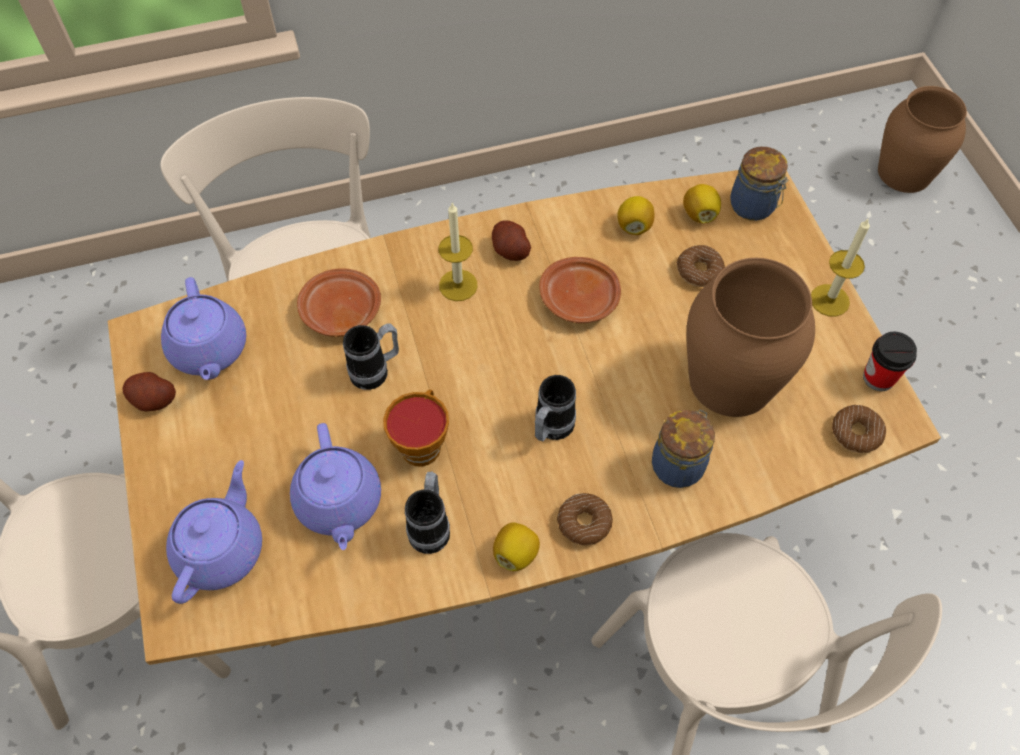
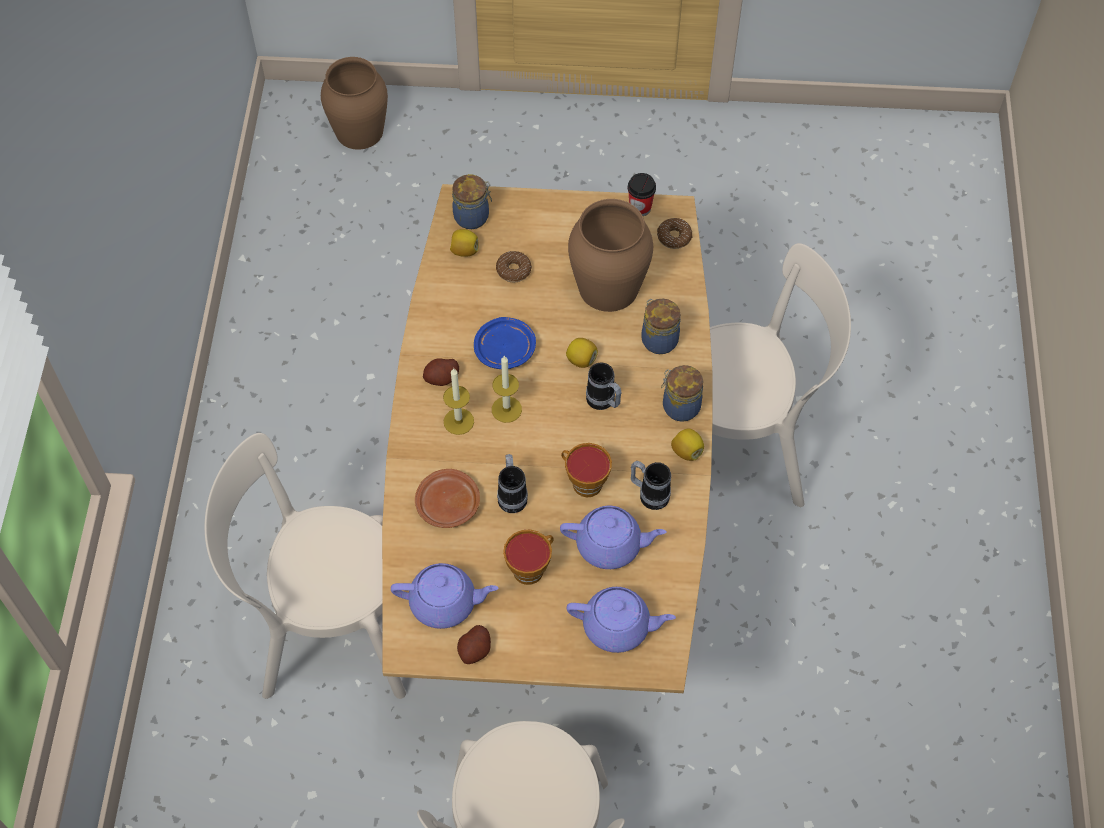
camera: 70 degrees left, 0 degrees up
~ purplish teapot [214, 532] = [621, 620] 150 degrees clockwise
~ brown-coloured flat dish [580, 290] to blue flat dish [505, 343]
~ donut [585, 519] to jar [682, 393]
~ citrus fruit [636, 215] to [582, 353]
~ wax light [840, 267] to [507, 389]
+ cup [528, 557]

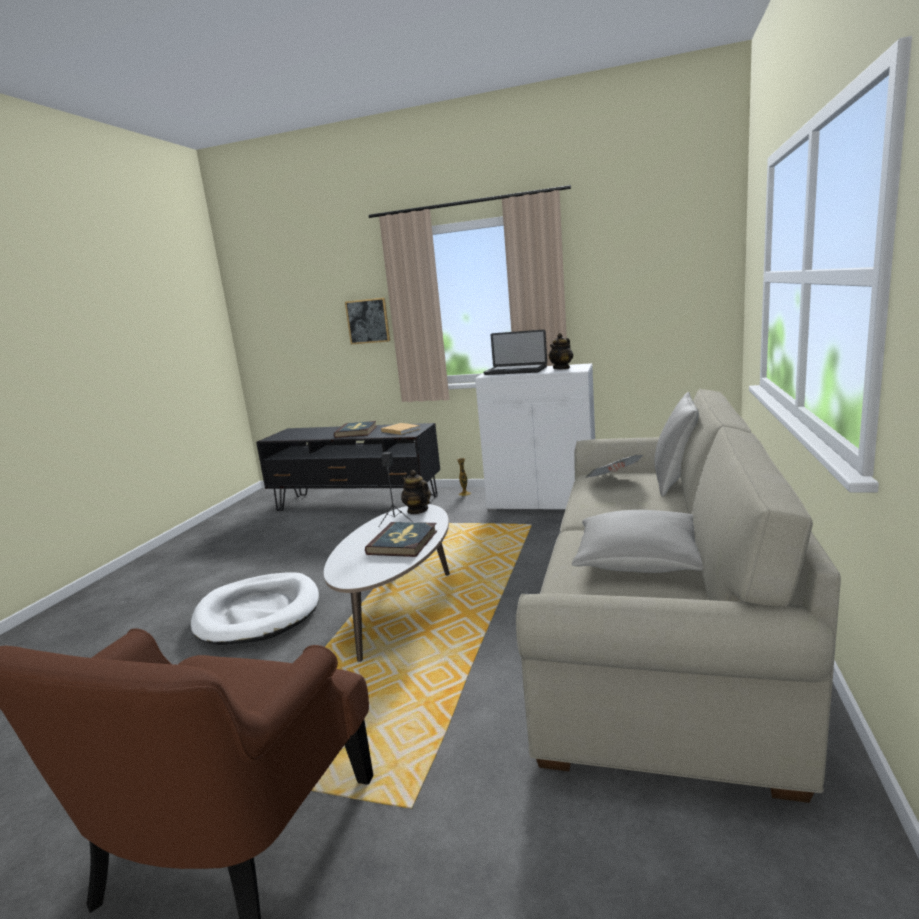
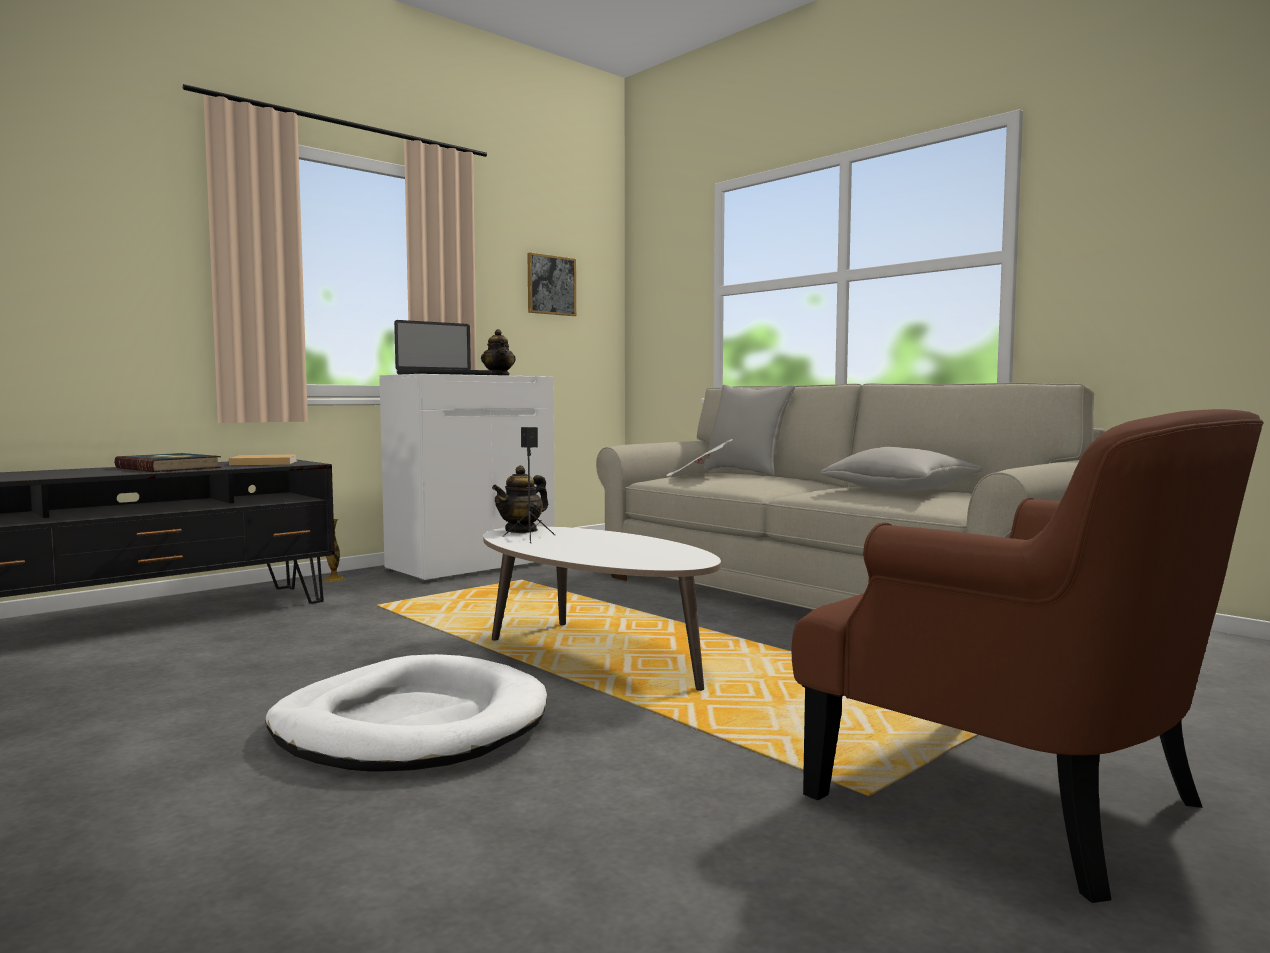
camera: 60 degrees left, 10 degrees down
~ wall picture [367, 321] to [551, 284]
- bound book [401, 539]
~ teapot [416, 492] = [520, 499] 45 degrees counterclockwise

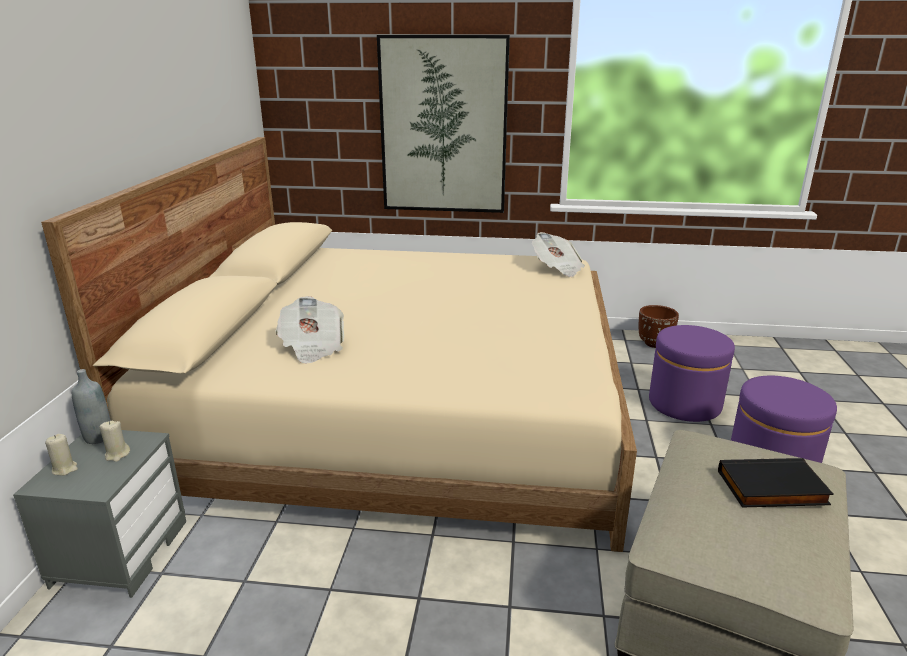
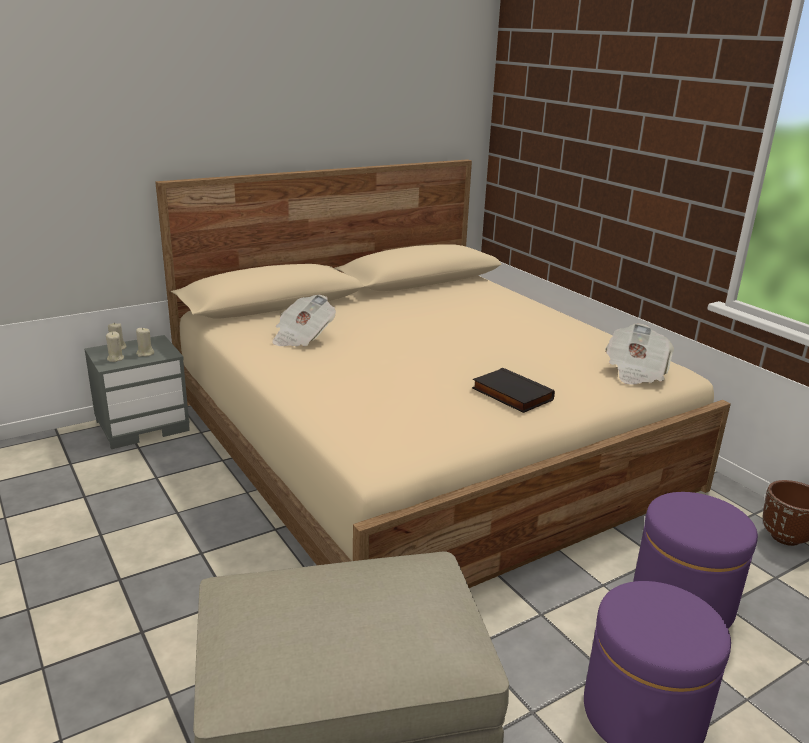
camera: 50 degrees right, 0 degrees up
- grey drink bottle [91, 406]
- wall picture [443, 124]
~ black bound book [776, 482] to [513, 390]
+ beige wax light [115, 347]

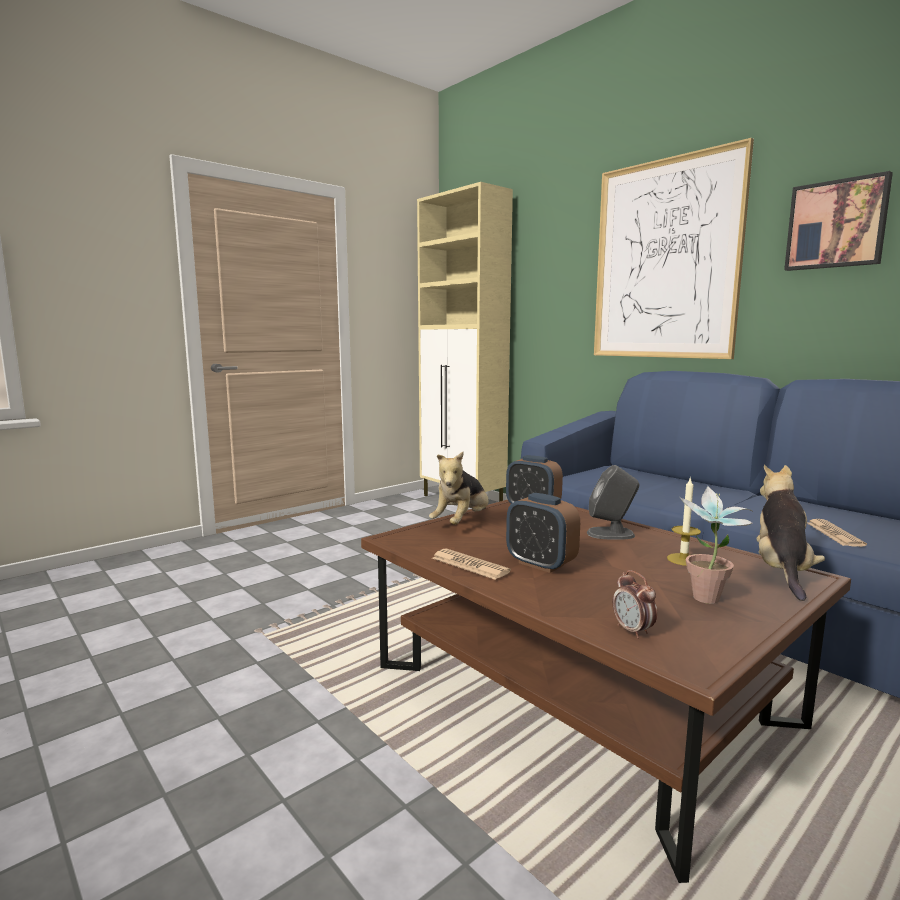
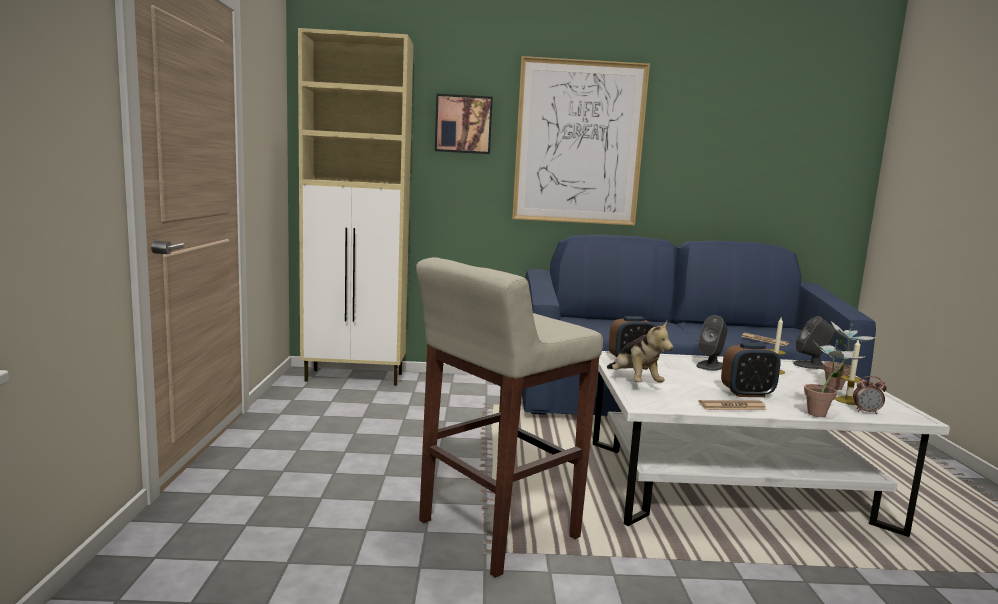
camera: 50 degrees left, 0 degrees up
~ brown-coloured coffee table [606, 691] to whitish coffee table [771, 444]
~ soft toy [791, 533] to grey speaker [814, 342]
~ wall picture [838, 221] to [464, 123]
+ beige stool [509, 417]
+ plant in a pot [834, 378]
+ wax light [848, 372]

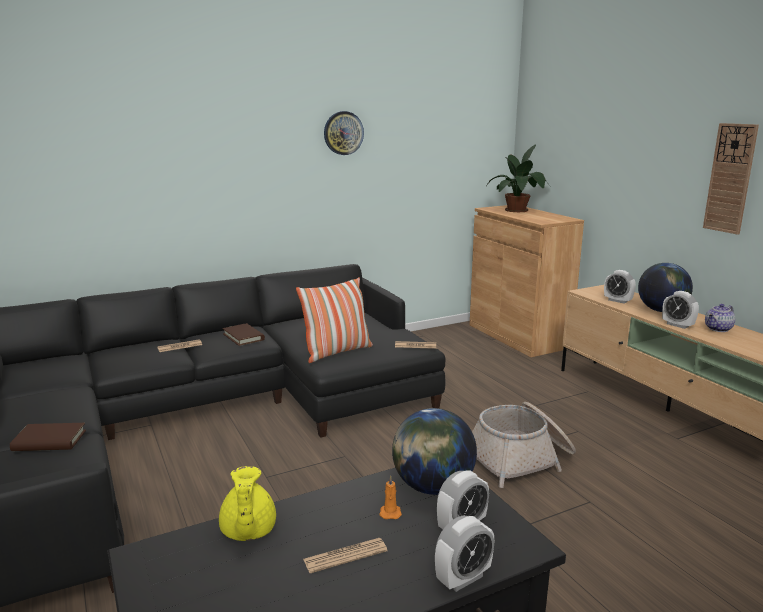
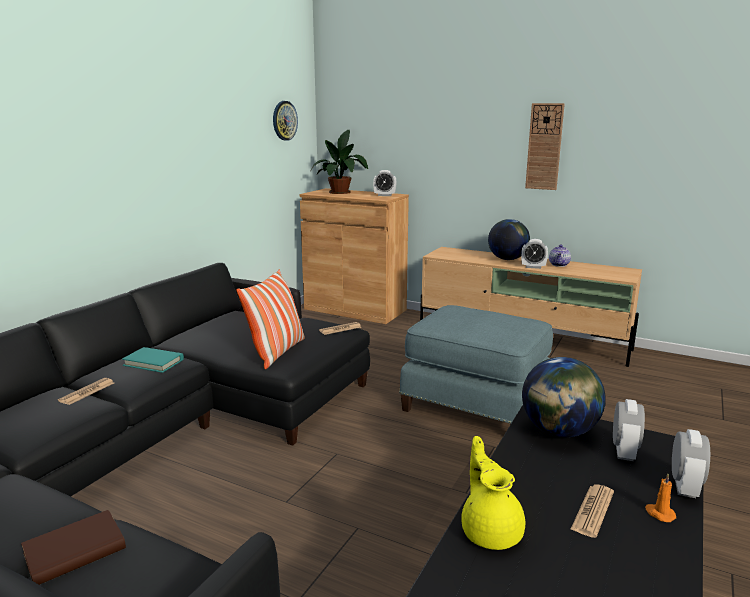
camera: 35 degrees left, 0 degrees up
~ yellowish teapot [247, 503] = [493, 493] 150 degrees counterclockwise
~ brown-coloured bound book [244, 334] to turquoise bound book [153, 360]
~ hanging clock [344, 133] to [285, 121]
~ orangey wax light [390, 497] to [660, 497]
~ basket [524, 445] to blue pouffe [476, 365]
~ bedside clock [620, 287] to [385, 183]

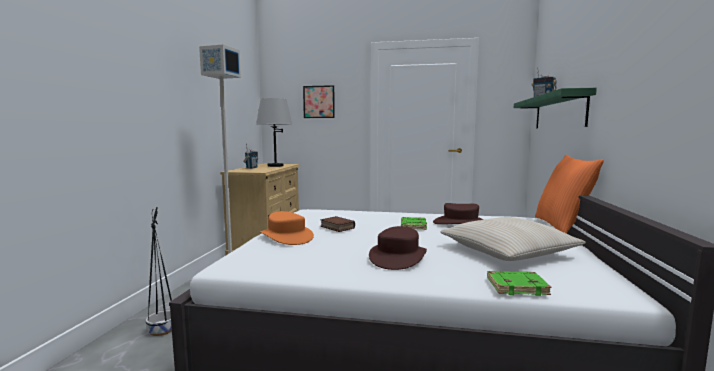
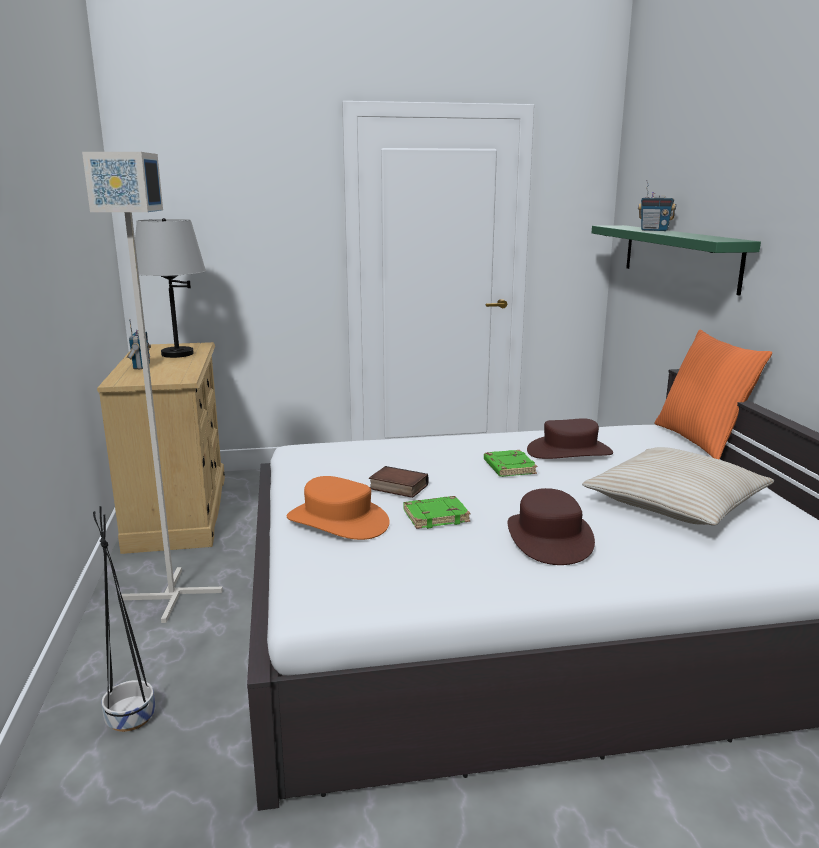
camera: 20 degrees left, 10 degrees up
- wall picture [319, 101]
~ green bound book [519, 283] to [437, 512]

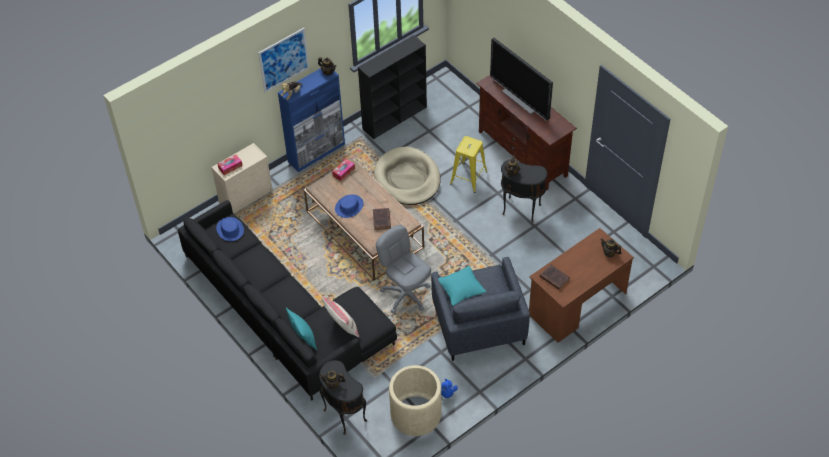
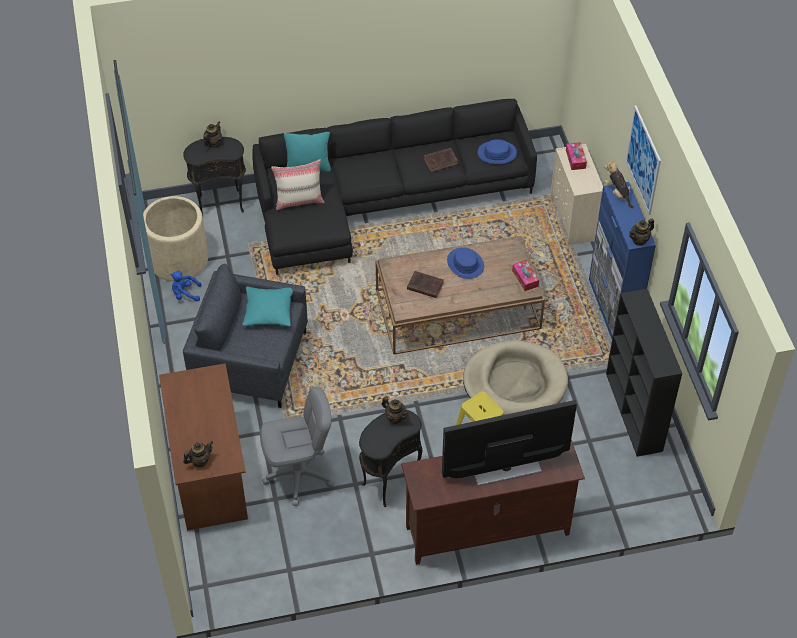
camera: 115 degrees right, 0 degrees up
~ grey computer chair [403, 269] to [297, 446]
~ brown-coloured bound book [555, 277] to [440, 160]

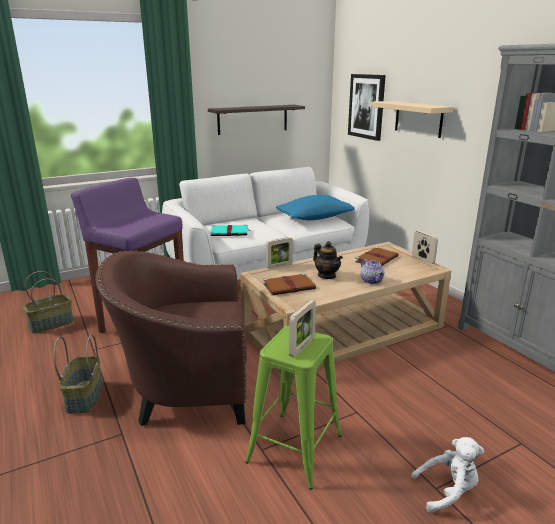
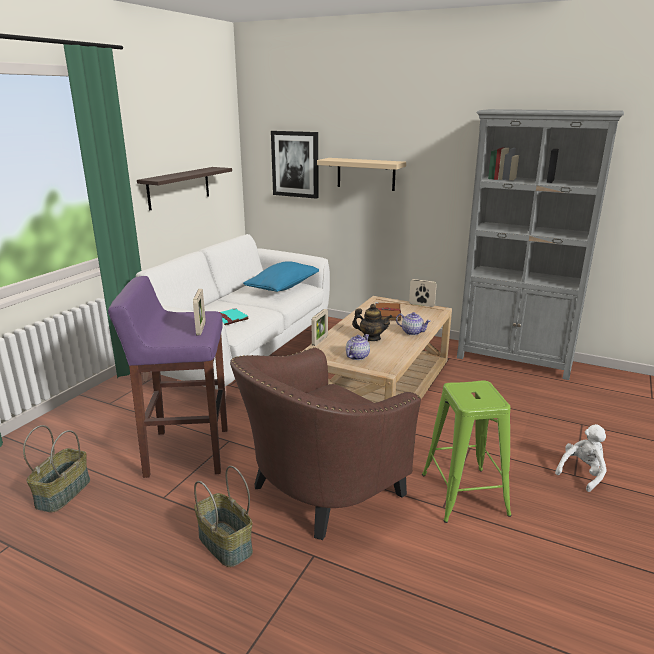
camera: 35 degrees left, 0 degrees up
~ brown-coloured bound book [289, 284] to teapot [358, 347]
~ standing frame [302, 328] to [199, 312]

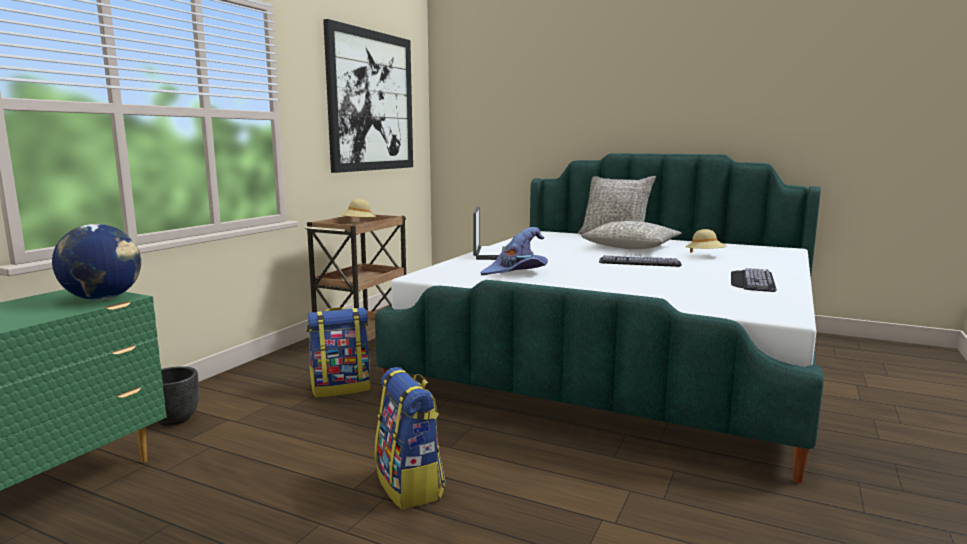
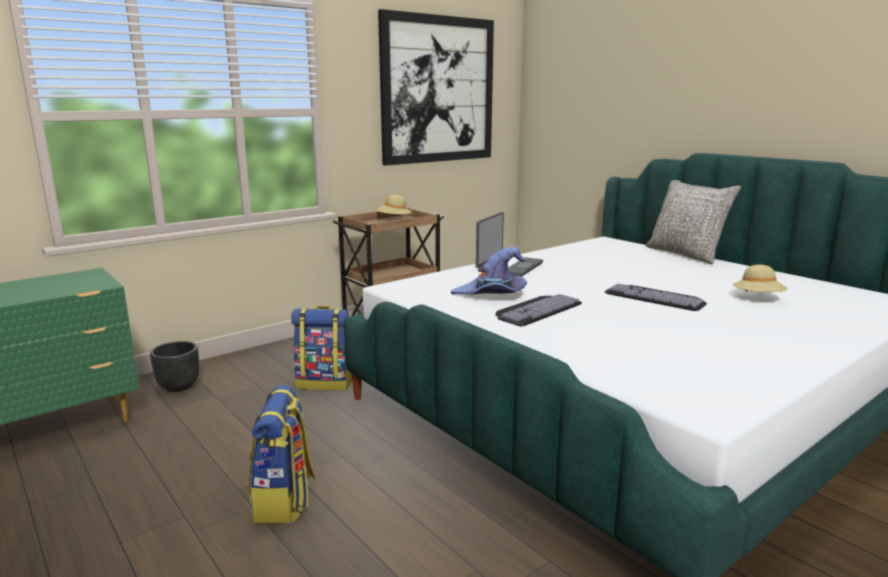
camera: 25 degrees right, 5 degrees up
- world globe [96, 262]
- grey cushion [631, 235]
~ keyboard [754, 280] to [538, 310]

